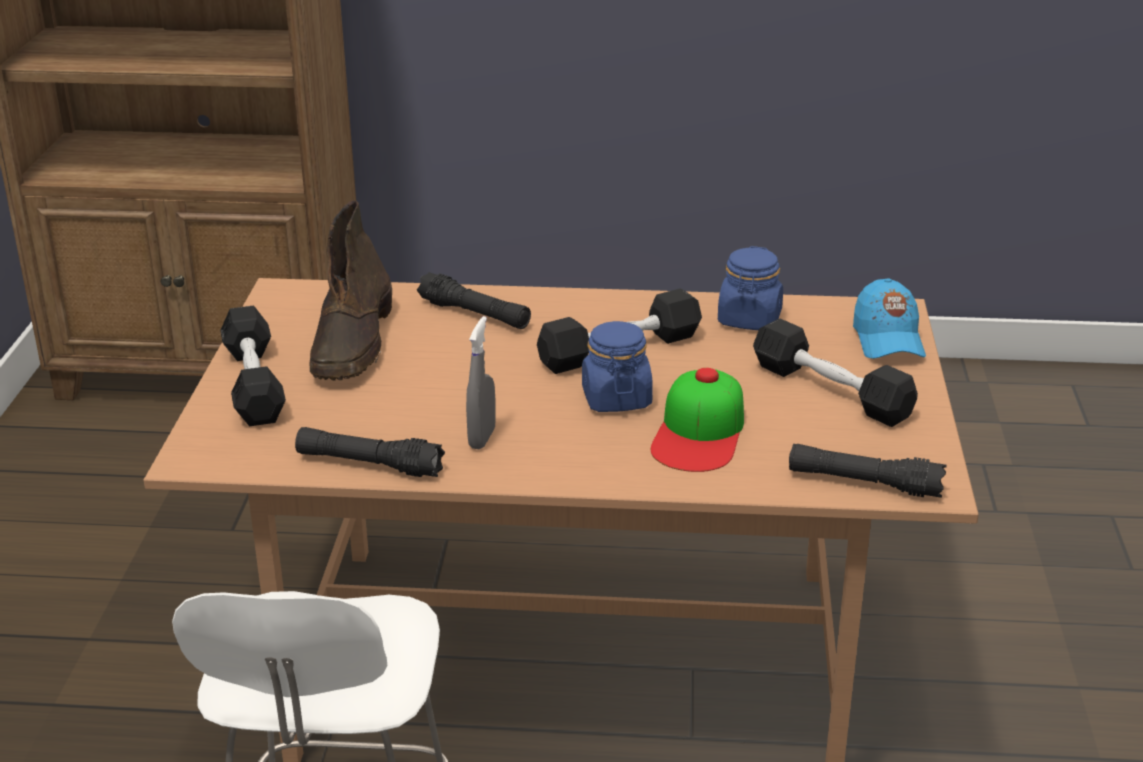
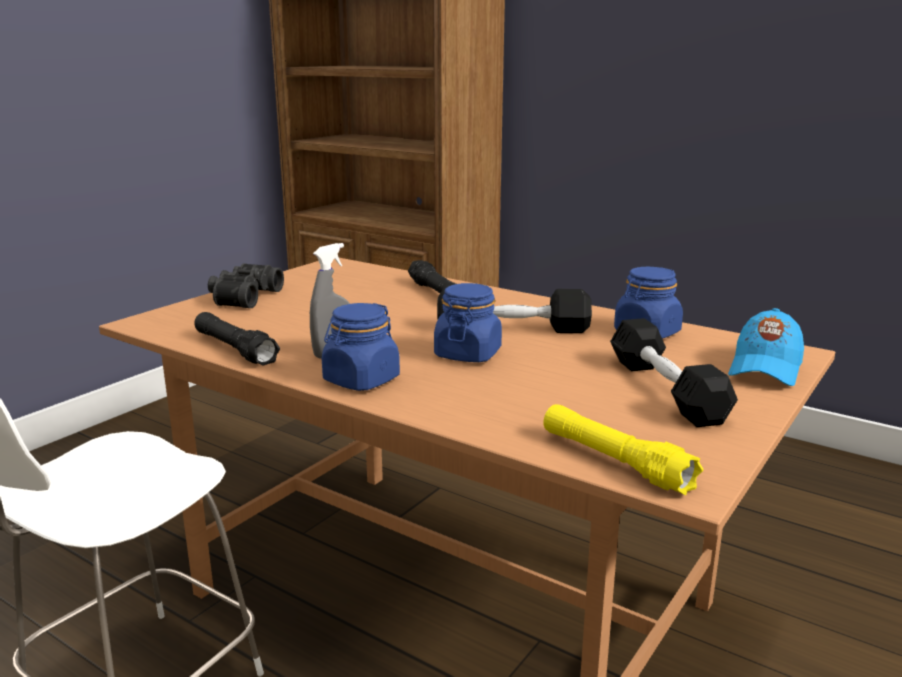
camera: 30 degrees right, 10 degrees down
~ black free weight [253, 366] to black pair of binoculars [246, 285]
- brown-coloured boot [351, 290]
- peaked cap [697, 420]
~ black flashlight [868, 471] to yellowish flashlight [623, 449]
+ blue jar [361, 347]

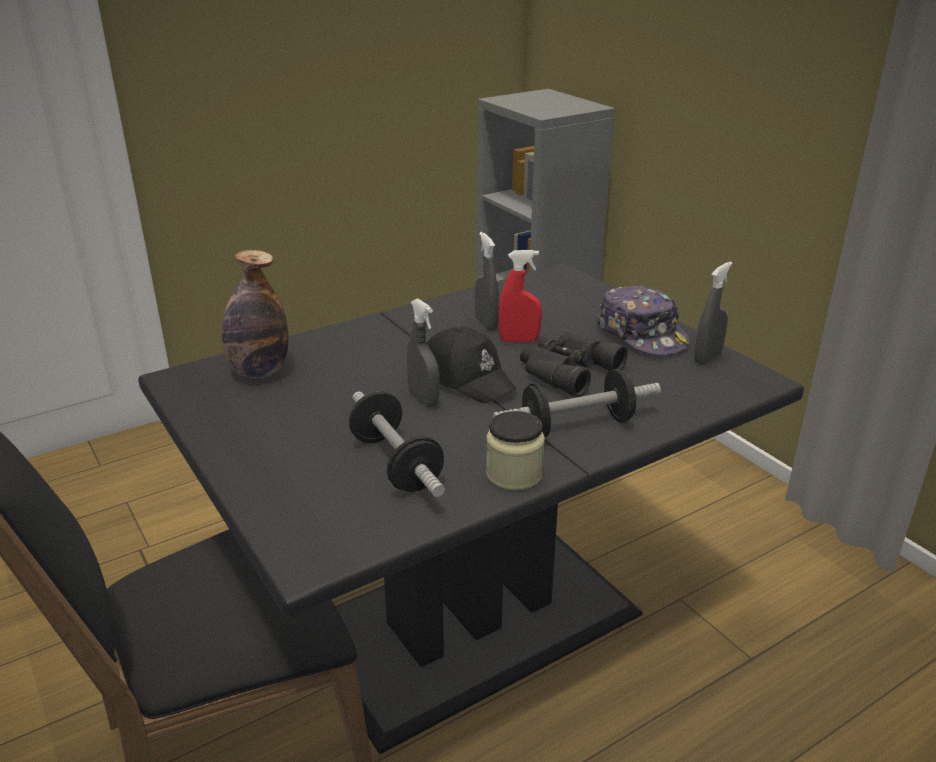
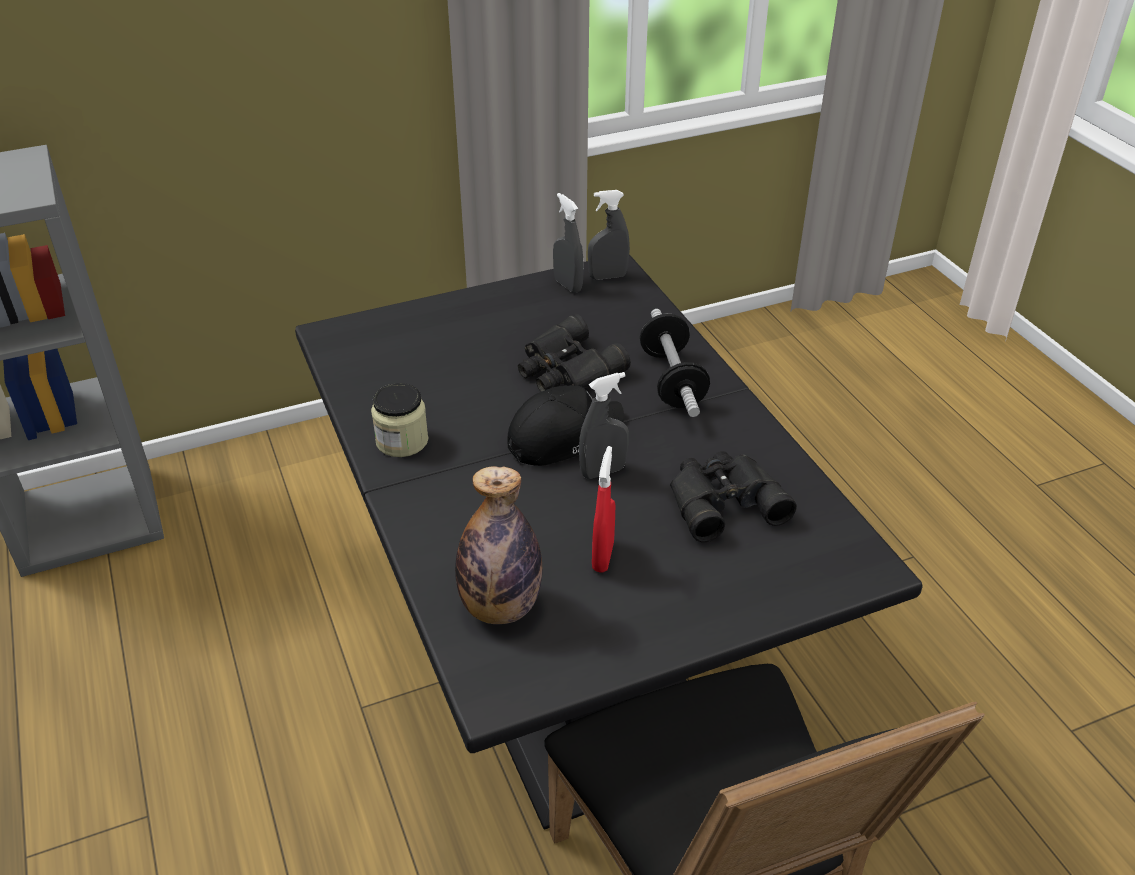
camera: 80 degrees left, 10 degrees up
~ free weight [397, 444] to black pair of binoculars [733, 496]
~ grey sprayer [487, 281] to [609, 235]
~ jar [515, 450] to [399, 420]
~ red-coloured sprayer [520, 296] to [603, 509]
- peaked cap [643, 320]

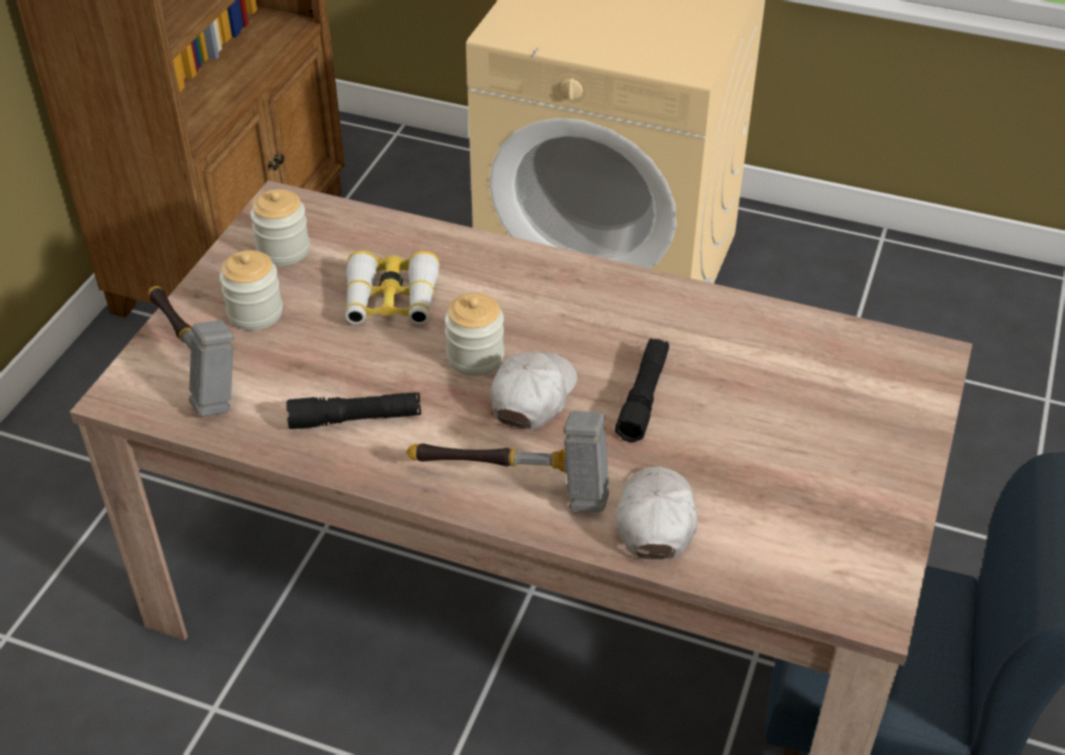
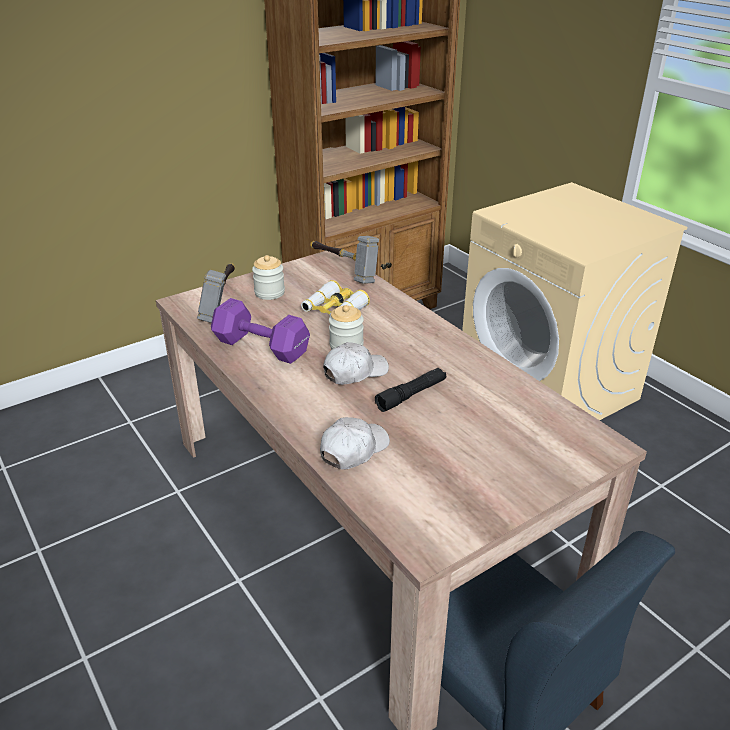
camera: 35 degrees right, 10 degrees down
- jar [280, 227]
~ black flashlight [354, 410] to purplish free weight [260, 331]
~ tool hammer [507, 461] to [344, 260]

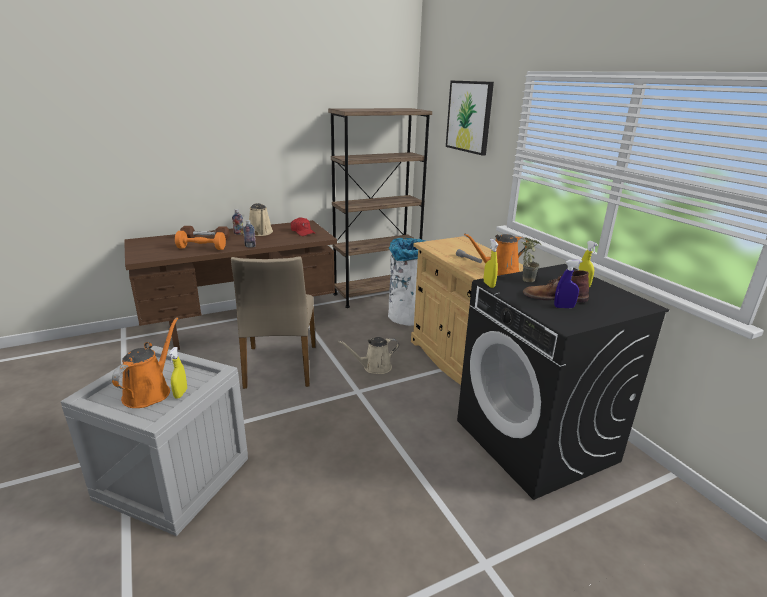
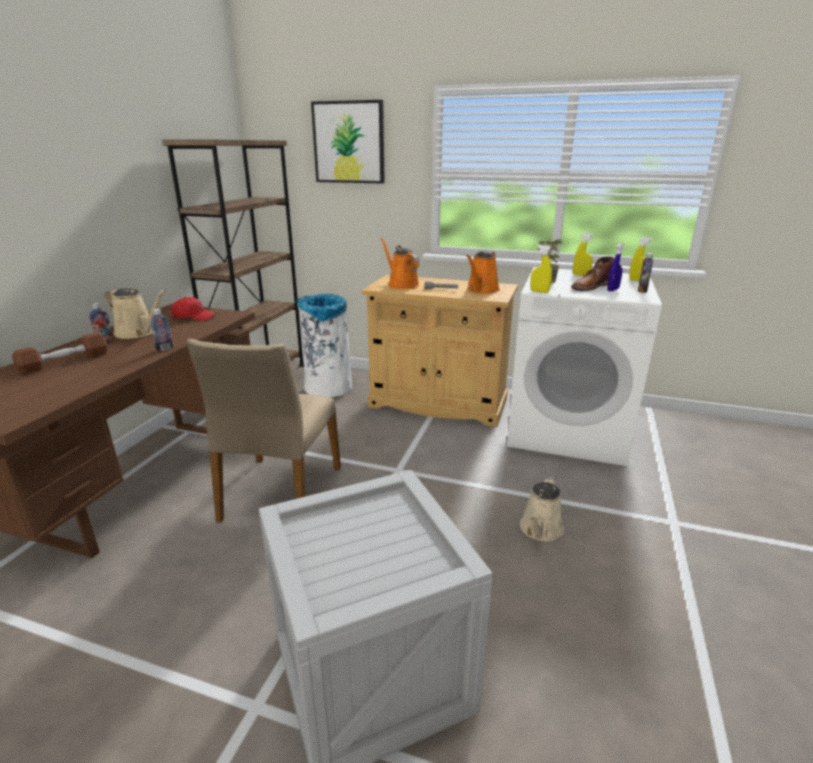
camera: 45 degrees left, 0 degrees up
~ orangey watering can [145, 363] to [399, 263]
~ yellowish sprayer [177, 373] to [641, 259]
- orangey free weight [200, 240]
~ beige plain chair [273, 322] = [264, 431] 60 degrees clockwise
~ beige watering can [368, 355] to [542, 509]
~ black laundry appliance [563, 382] to whitish laundry appliance [584, 366]
+ drink bottle [645, 273]

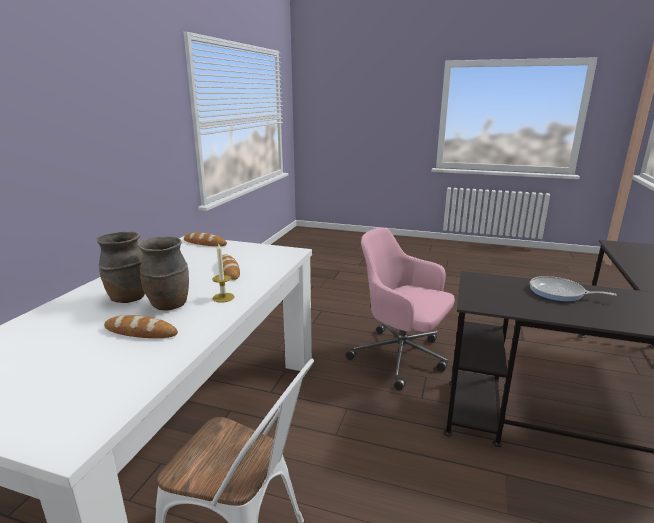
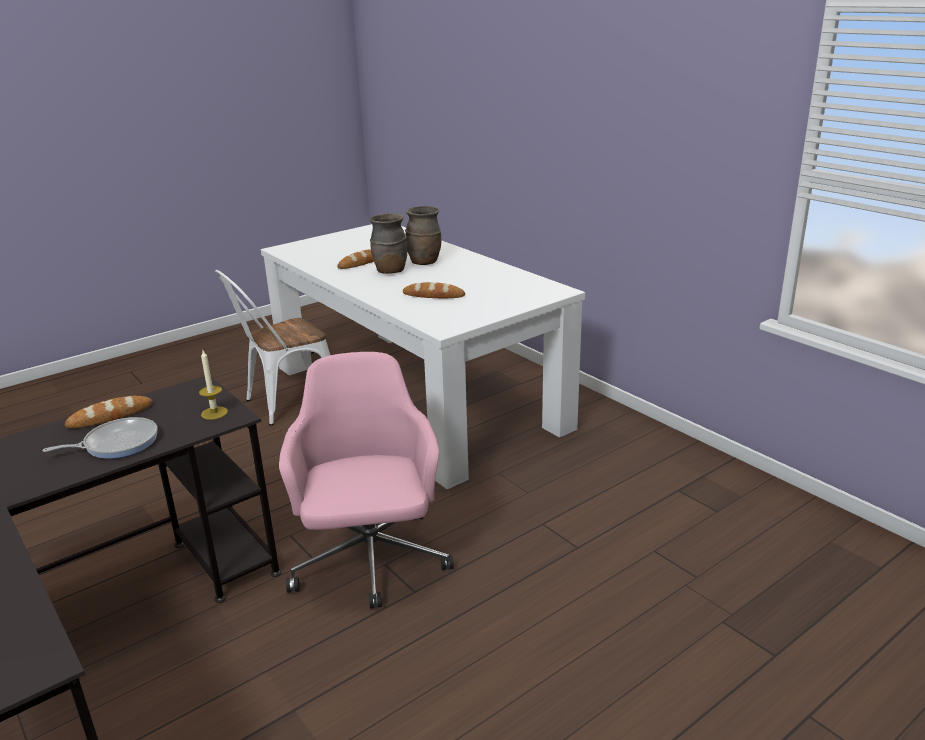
camera: 125 degrees right, 5 degrees up
~ baked bread [205, 239] to [108, 412]
~ wax light [223, 273] to [213, 385]
~ pinkish computer chair [400, 309] = [366, 480] 75 degrees counterclockwise

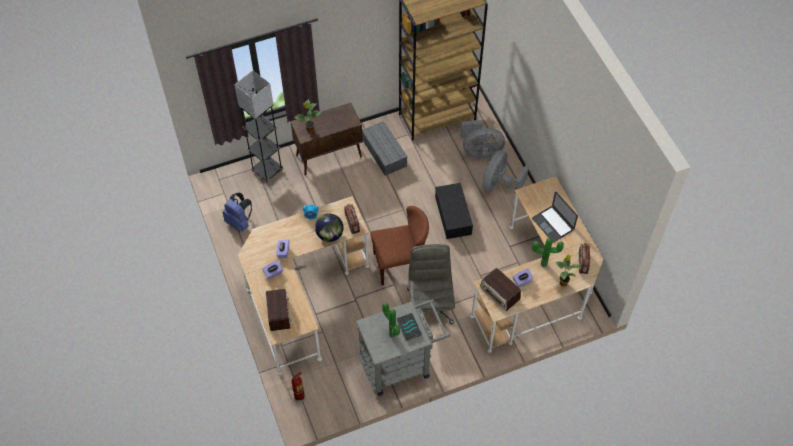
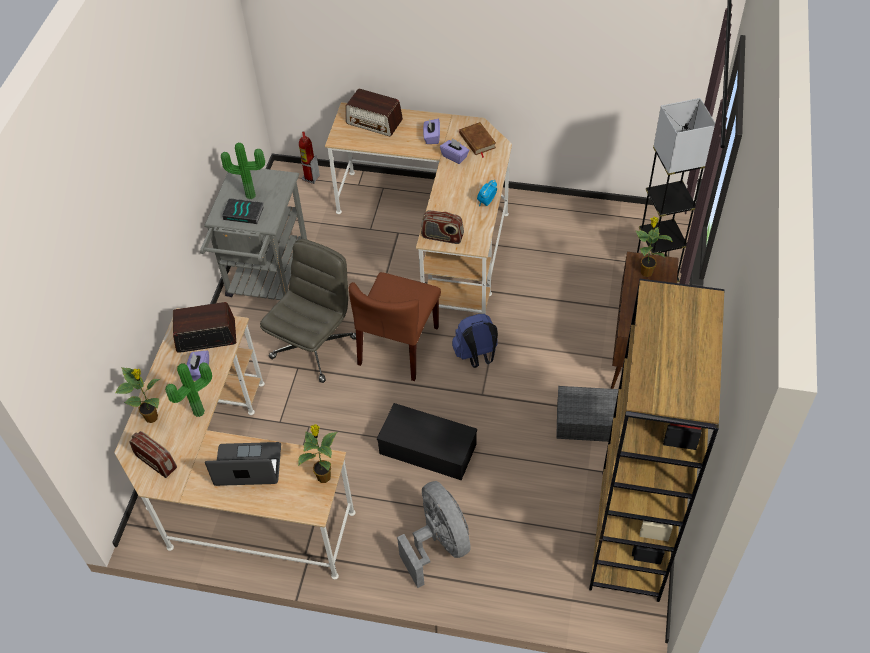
camera: 125 degrees right, 5 degrees down
~ blue backpack [237, 212] to [475, 341]
- world globe [329, 228]
~ grey computer chair [431, 284] = [308, 311] 90 degrees counterclockwise
- grey cooling fan [483, 139]
+ plant in a pot [317, 453]
+ brown-coloured bound book [477, 140]

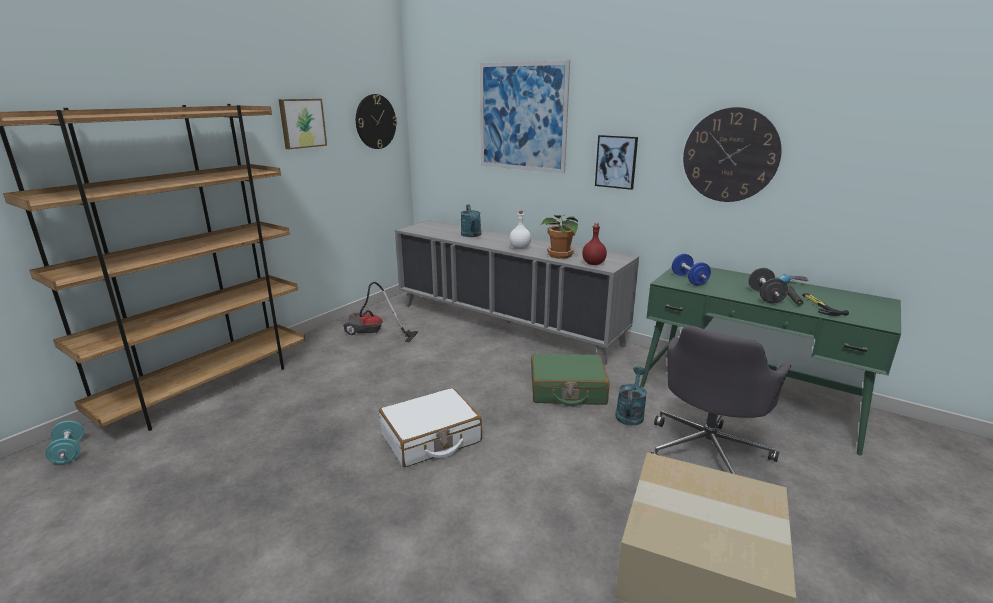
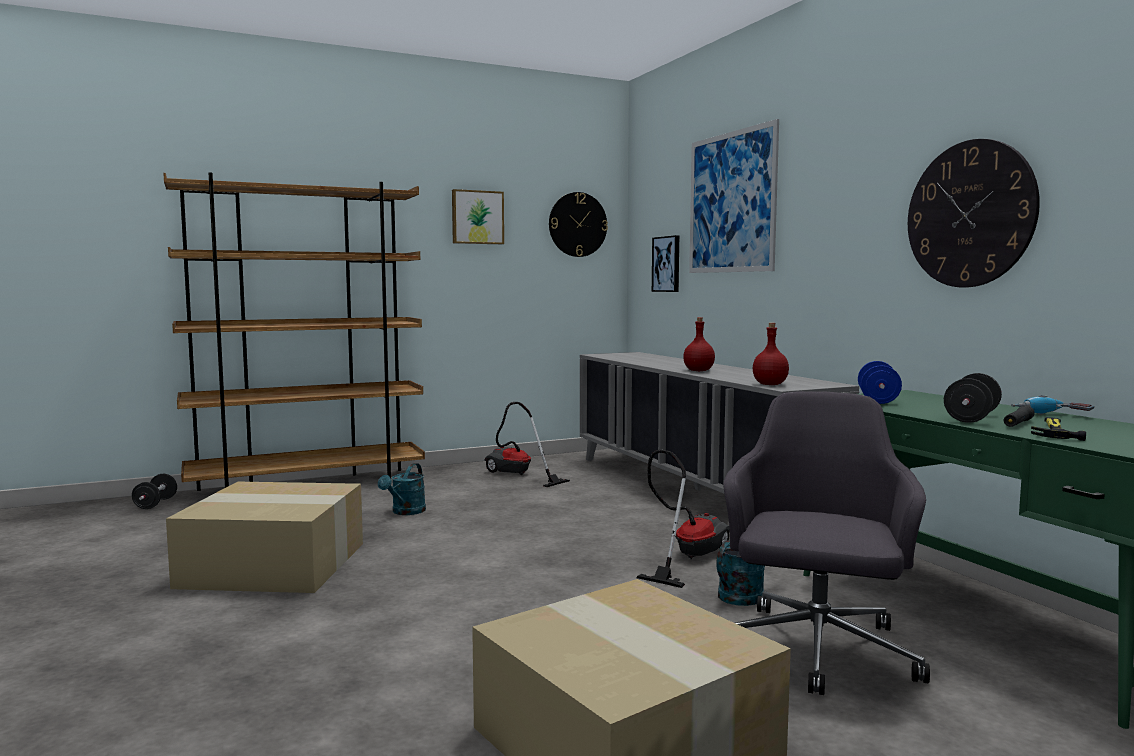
camera: 30 degrees right, 15 degrees down
~ turquoise free weight [64, 442] to black free weight [154, 491]
- whitish travel case [430, 427]
~ turquoise watering can [471, 221] to [402, 489]
~ whitish drink bottle [520, 229] to red-coloured drink bottle [699, 344]
~ green travel case [570, 380] to vacuum [683, 518]
- plant in a pot [559, 237]
~ wall picture [616, 162] to [665, 263]
~ grey computer chair [721, 400] = [826, 543] 135 degrees clockwise
+ carton [264, 537]

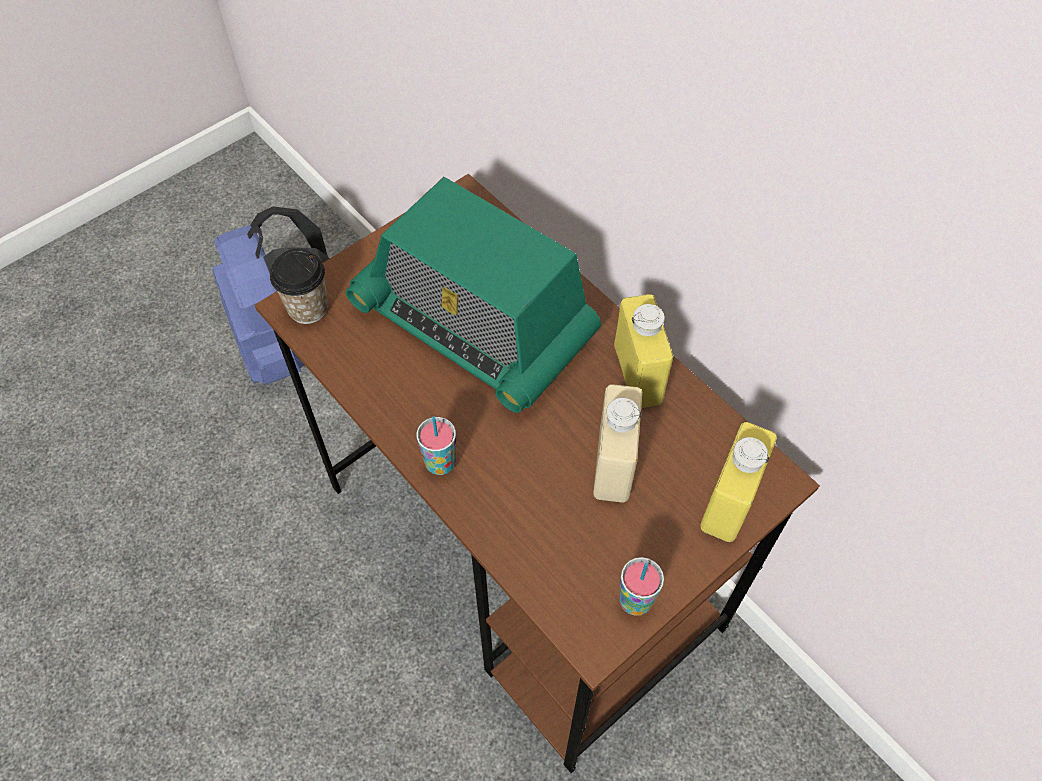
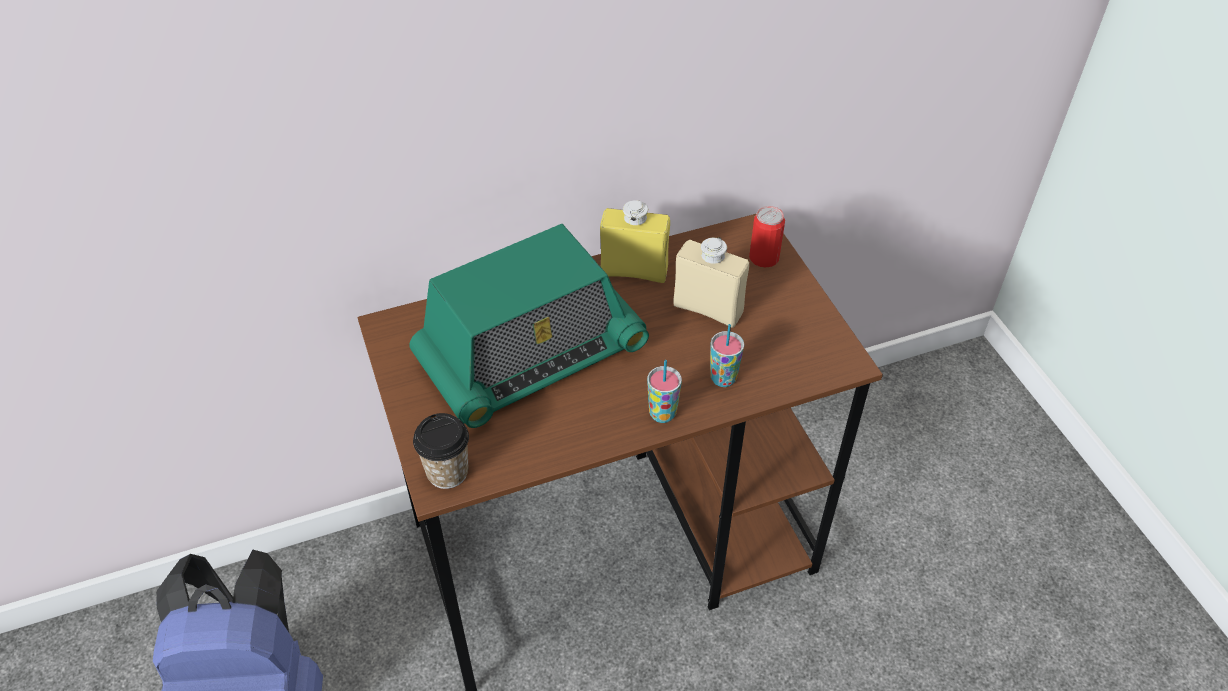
camera: 70 degrees left, 10 degrees down
~ cup [641, 586] to [727, 355]
~ yellowish drink bottle [738, 482] to metal can [767, 237]

